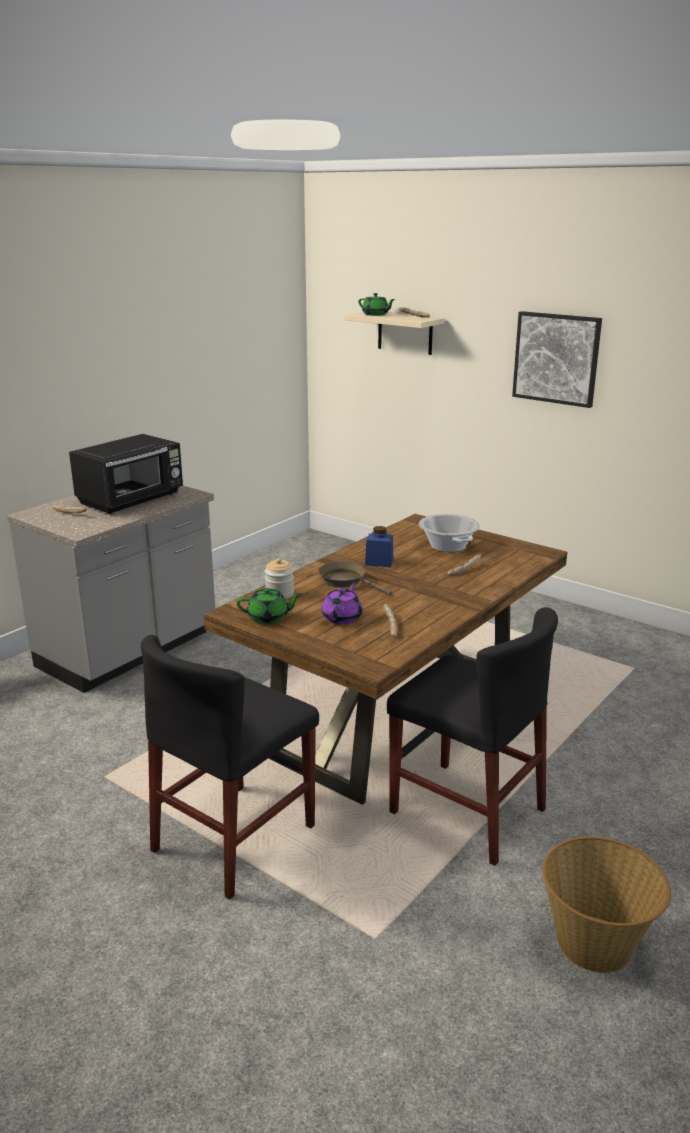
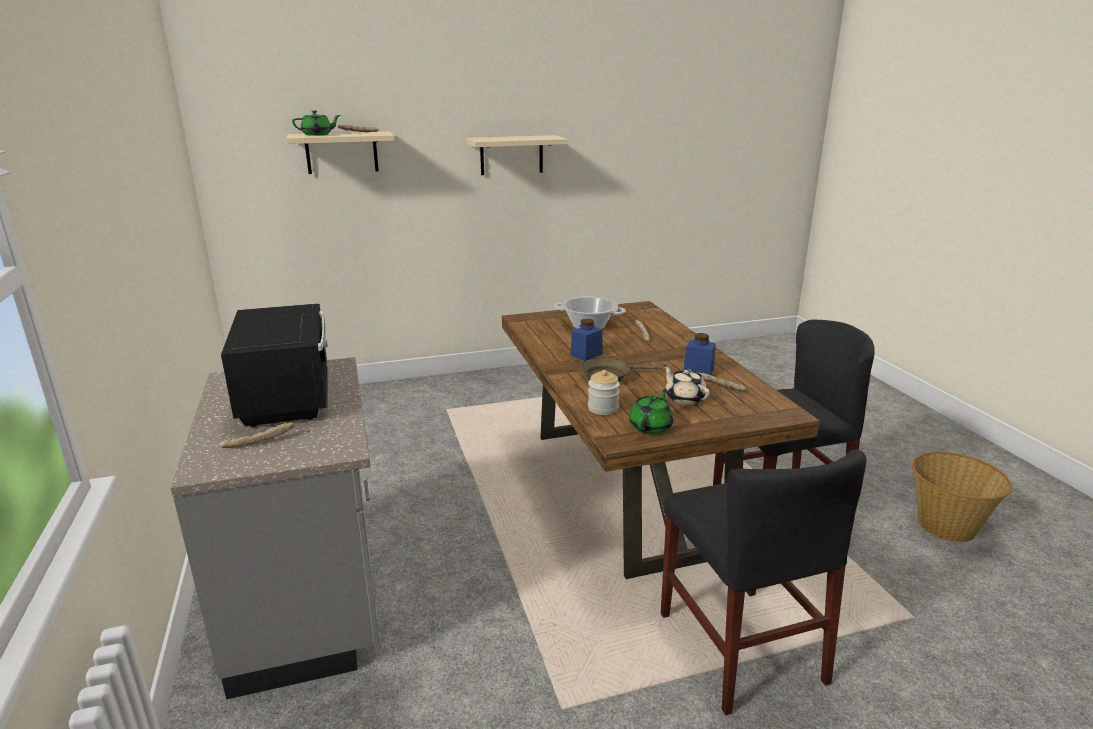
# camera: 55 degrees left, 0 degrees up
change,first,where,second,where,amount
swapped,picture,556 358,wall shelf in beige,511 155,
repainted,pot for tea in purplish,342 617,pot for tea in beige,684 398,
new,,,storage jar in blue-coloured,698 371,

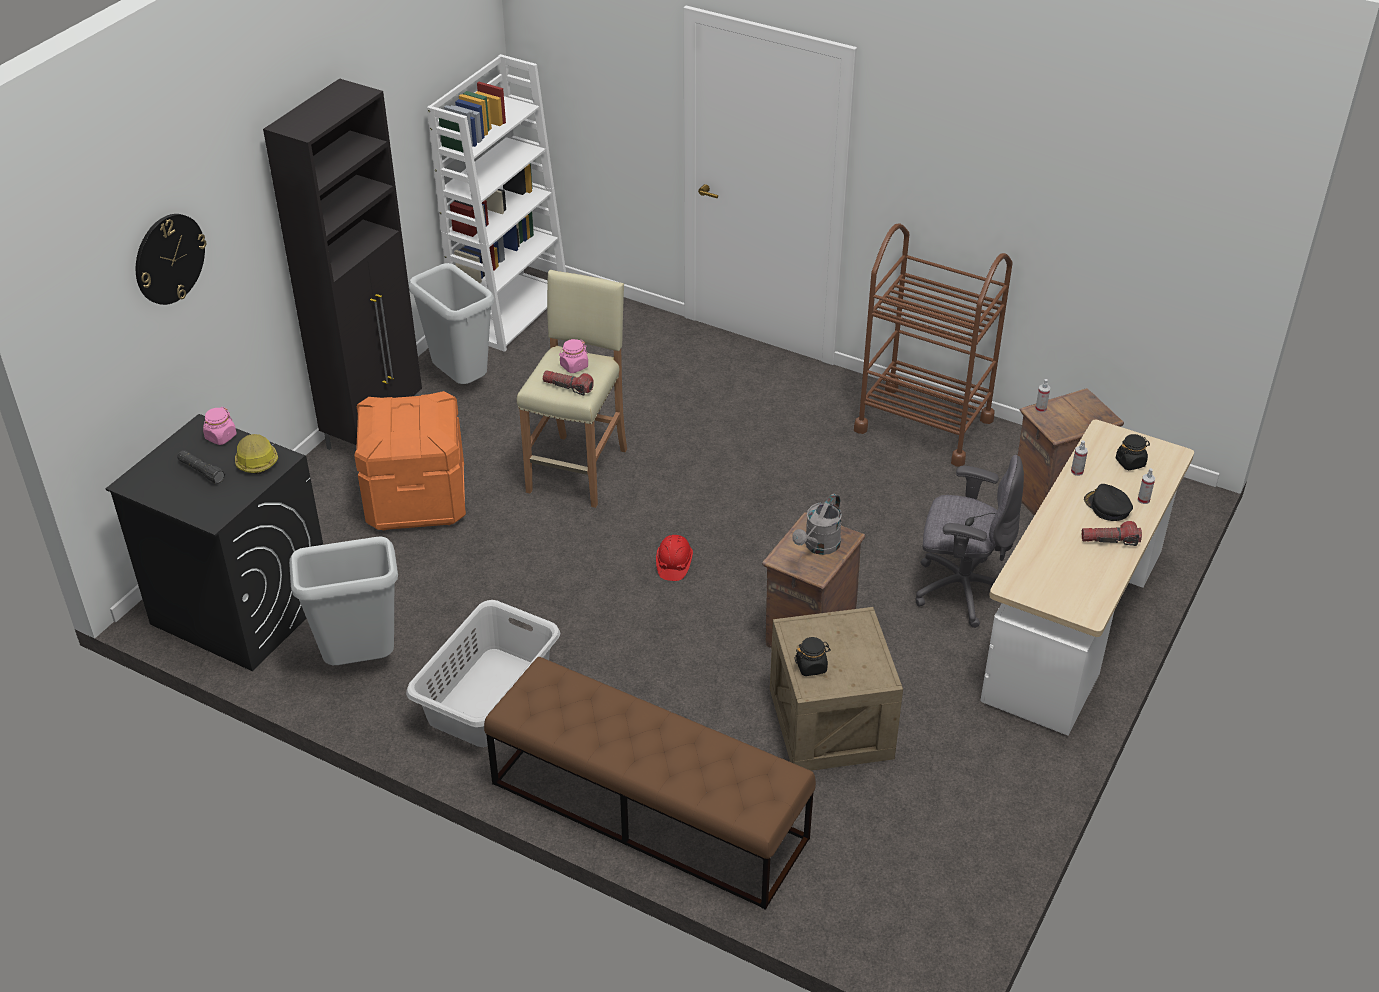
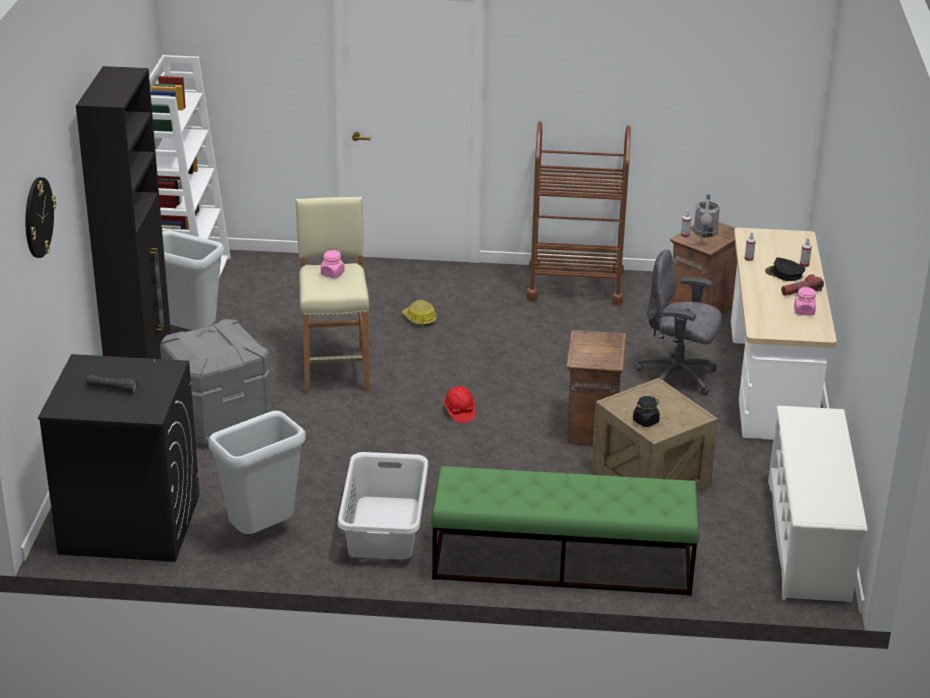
# camera: 25 degrees left, 10 degrees down
change,first,where,second,where,amount
gone,flashlight,568 387,,,
repainted,storage container in orangey,417 500,storage container in gray,219 419,
shifted,storage jar in pinkish,221 437,,804 311,
shifted,safety helmet,256 460,,419 319,
gone,storage jar in black-coloured,1130 462,,,
rotated,office chair in gray,960 589,,678 377,150 degrees counterclockwise
shifted,watering pot in gray,819 547,,705 234,
repainted,indoor bench in brown,647 810,indoor bench in green-coloured,561 563,
new,,,shoe rack in white-coloured,808 540,

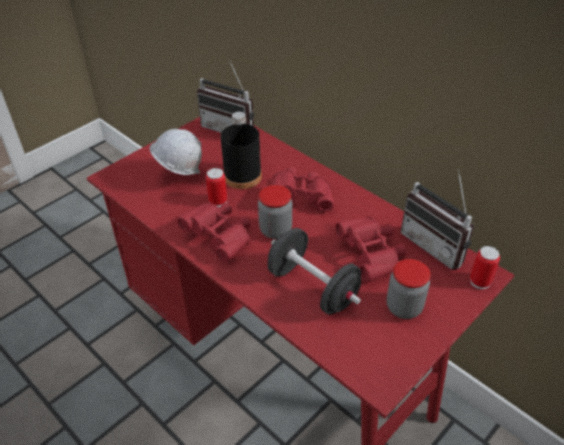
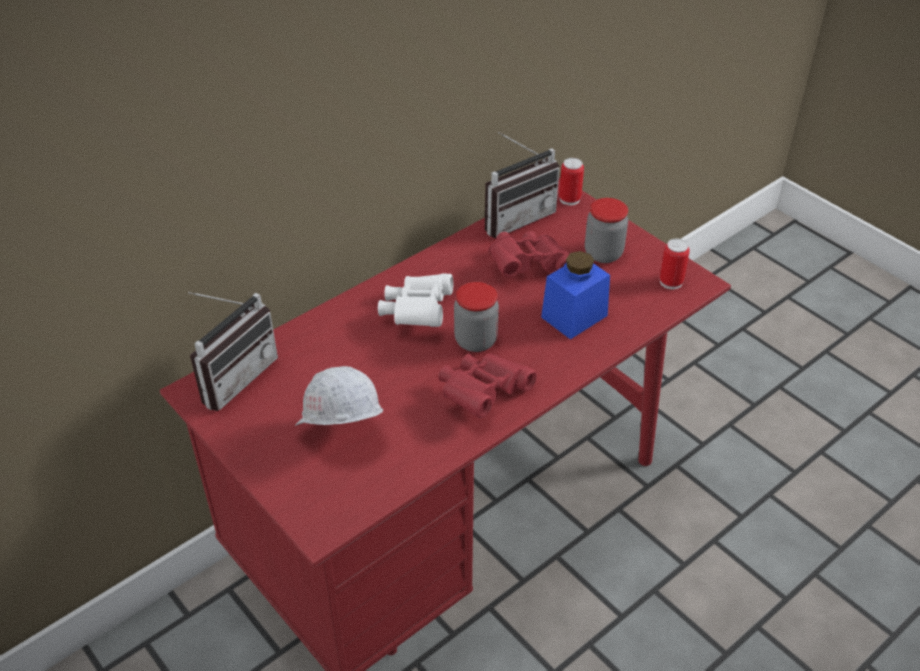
# camera: 85 degrees left, 0 degrees up
change,first,where,second,where,amount
gone,drink bottle in black-coloured,242 176,,,
repainted,pair of binoculars in red,302 197,pair of binoculars in white-coloured,417 312,
shifted,sealed can,218 201,,671 282,
swapped,free weight in black-coloured,313 287,storage jar in blue-coloured,574 316,

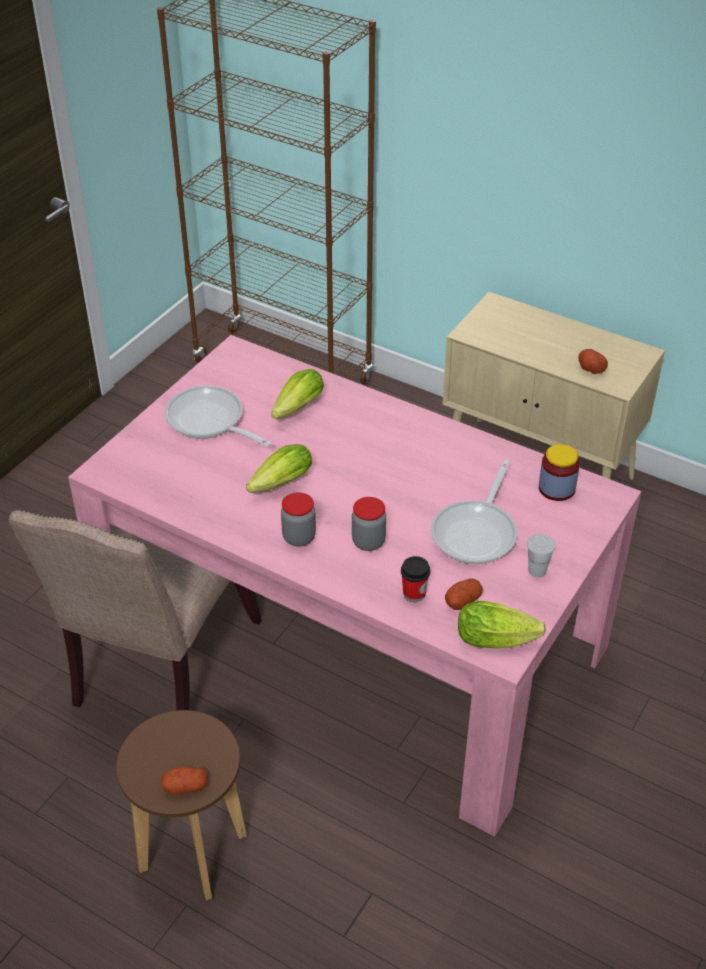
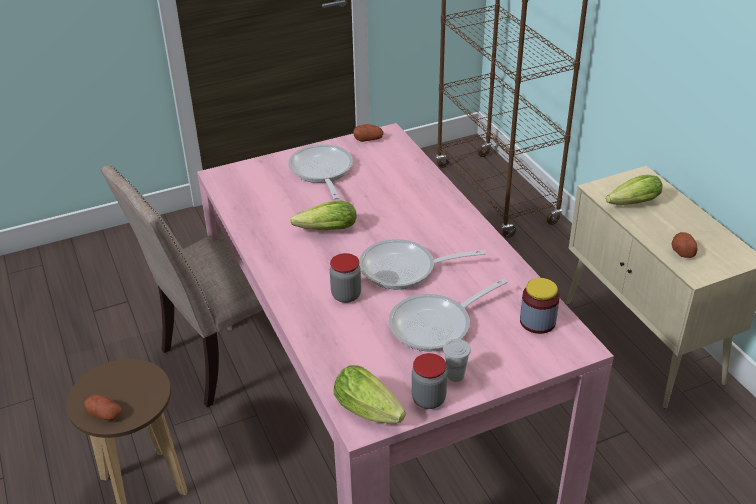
# camera: 35 degrees right, 5 degrees down
change,first,where,second,where,amount
shifted,lettuce,295 410,,630 204,
shifted,storage jar,299 537,,428 399,
gone,drinking cup,414 593,,,
shifted,spud,463 600,,368 139,
new,,,pan,404 269,

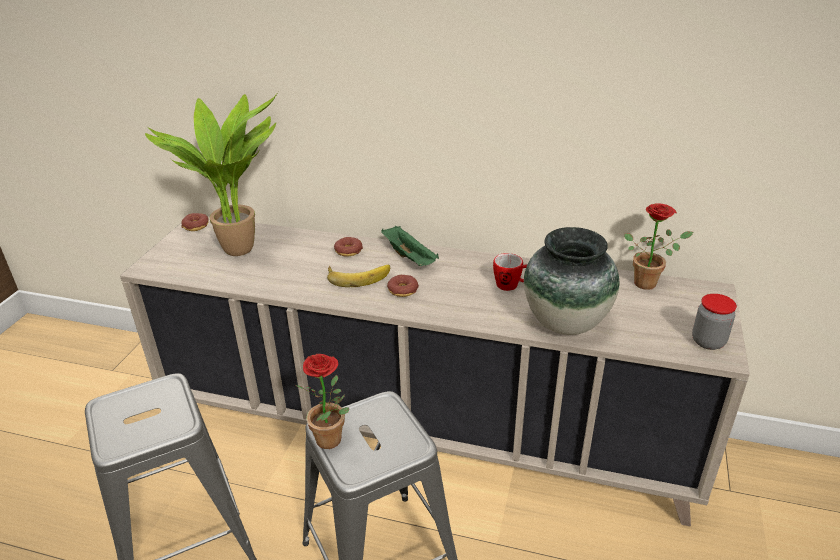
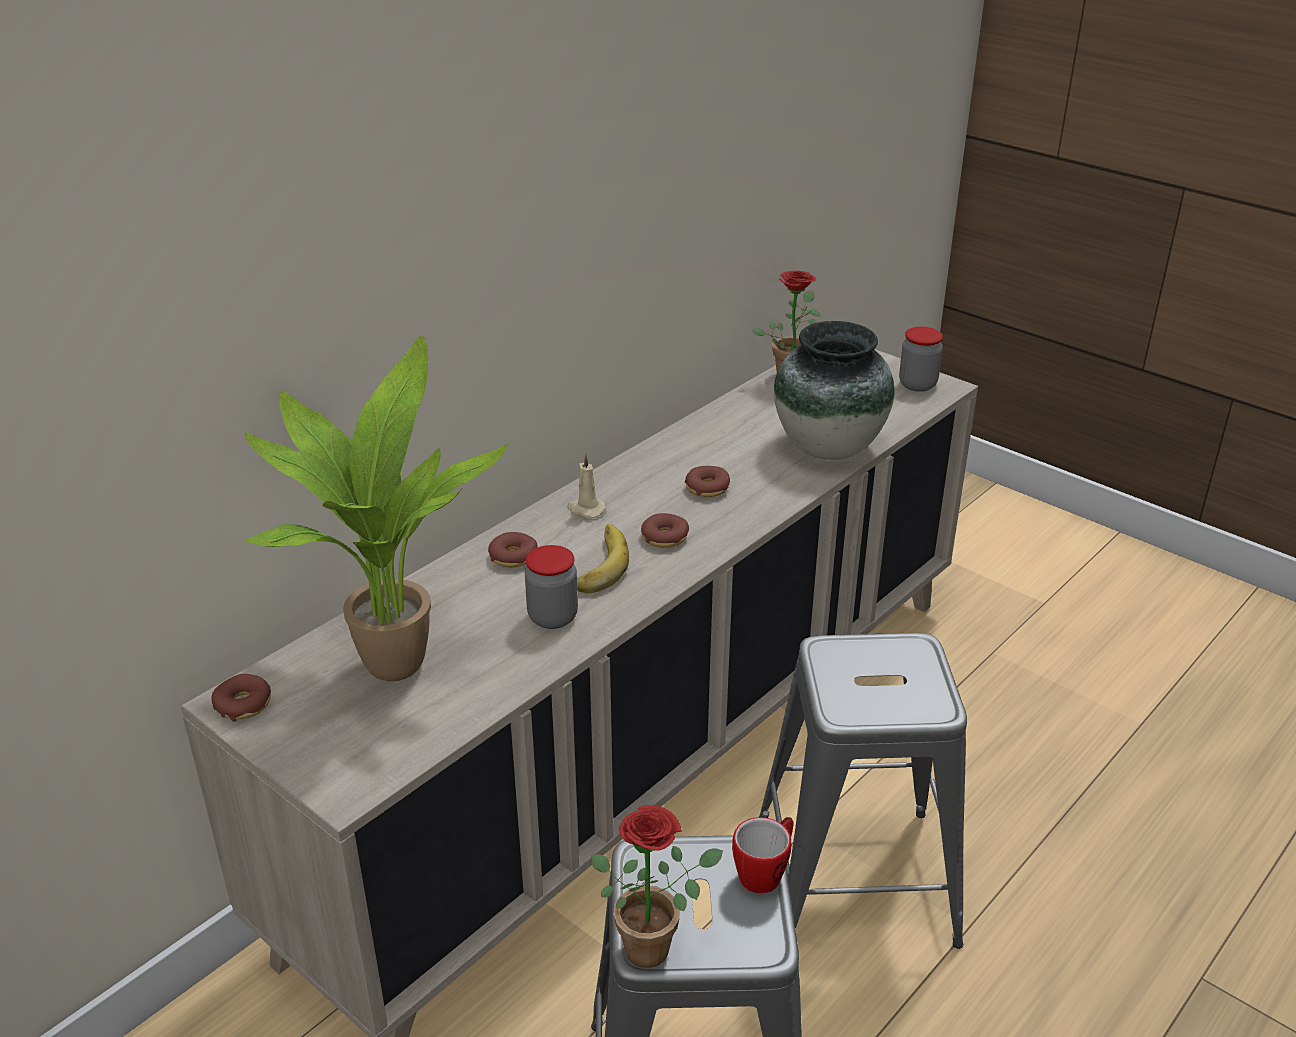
# camera: 65 degrees left, 0 degrees up
change,first,where,second,where,amount
swapped,serving tray in green-coloured,410 258,wax light in beige,585 509,
shifted,tea mug,511 286,,765 872,
shifted,potted plant,333 442,,655 945,
new,,,donut,707 488,
new,,,storage jar,552 617,

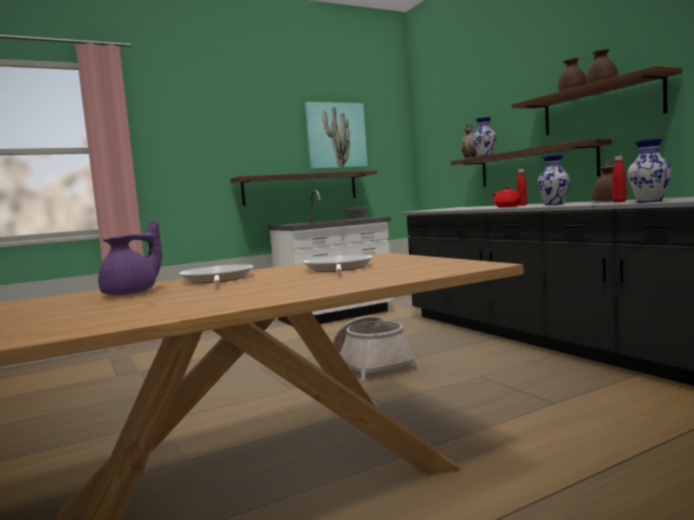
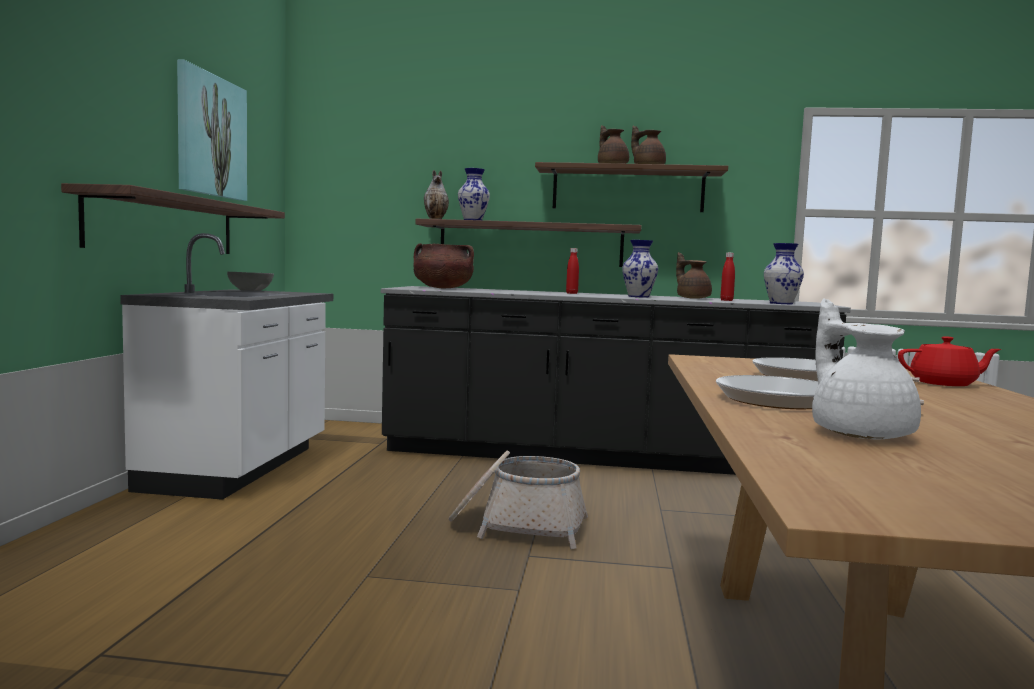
# camera: 55 degrees left, 0 degrees up
change,first,where,second,where,amount
shifted,pot for tea in red,508 207,,945 383,
repainted,pot for tea in purplish,132 293,pot for tea in white-coloured,859 433,
new,,,cooking pot in brown,442 288,

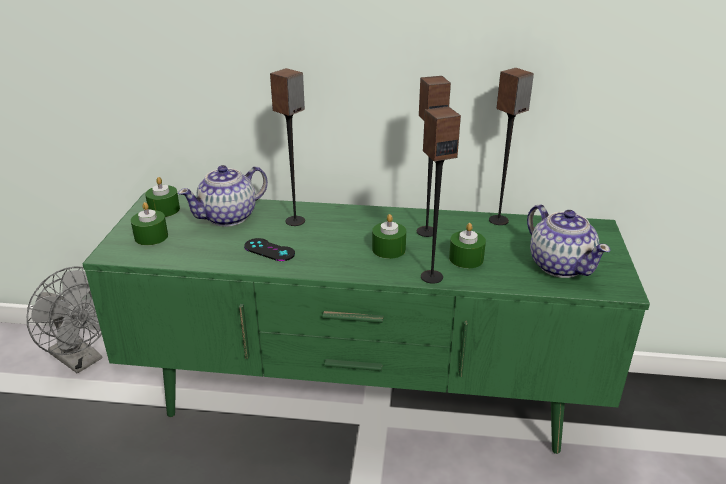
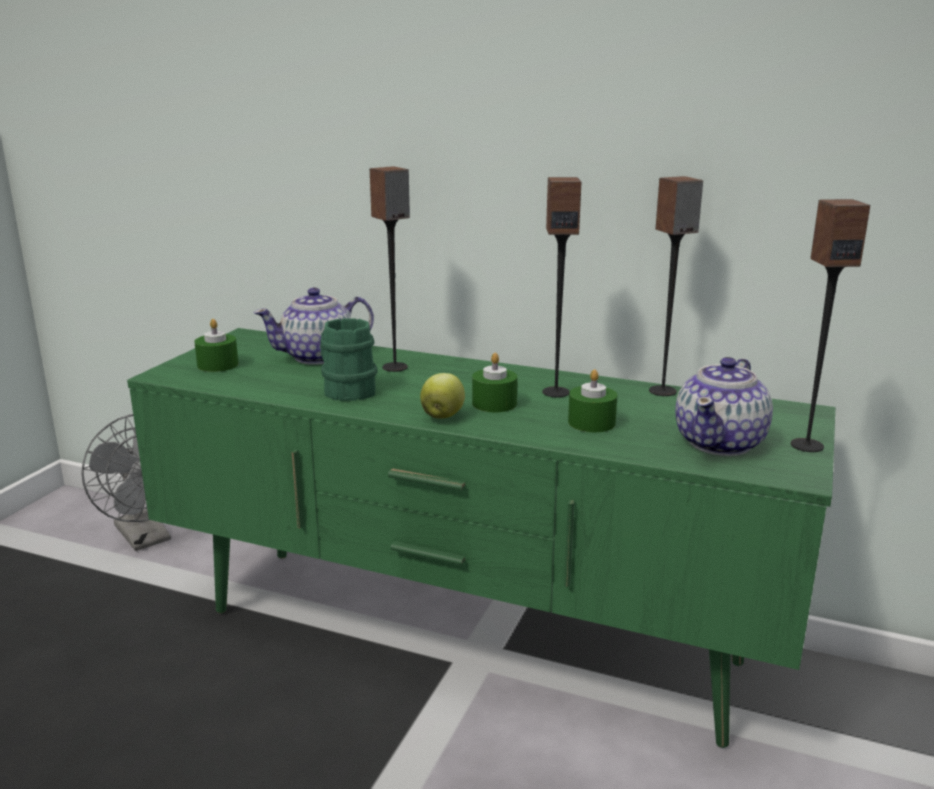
# camera: 15 degrees right, 10 degrees down
change,first,where,second,where,amount
shifted,speaker,431 276,,806 445,
gone,wax light in green-coloured,164 210,,,
rotated,pot for tea,560 265,,721 443,45 degrees clockwise
swapped,game controller in black-coloured,269 250,tea mug in green-coloured,345 389,
new,,,apple fruit,442 416,

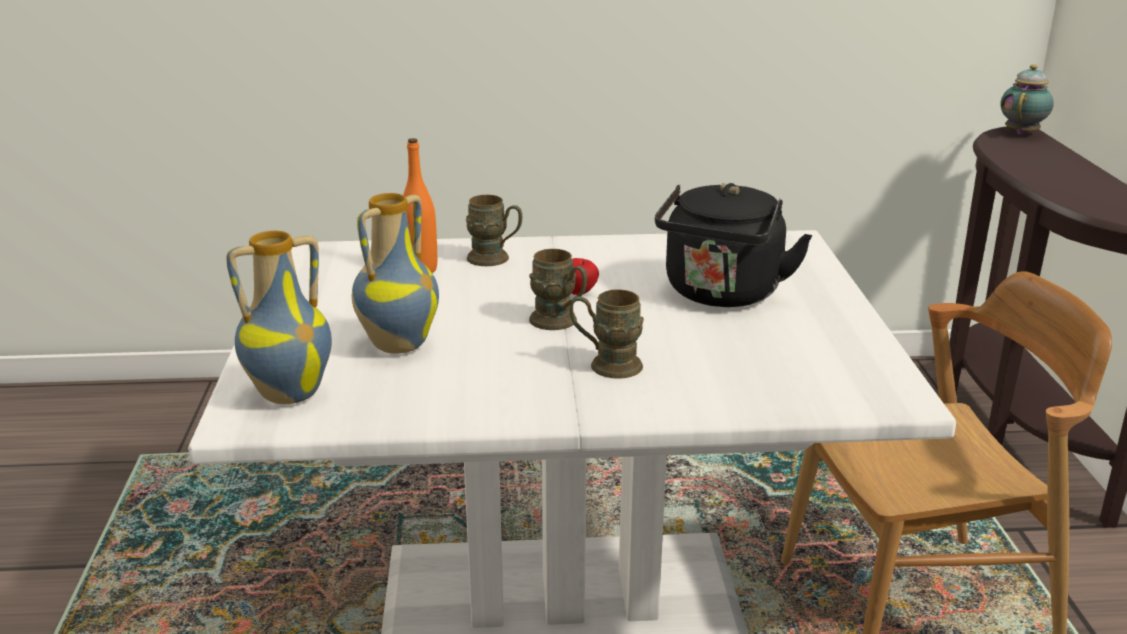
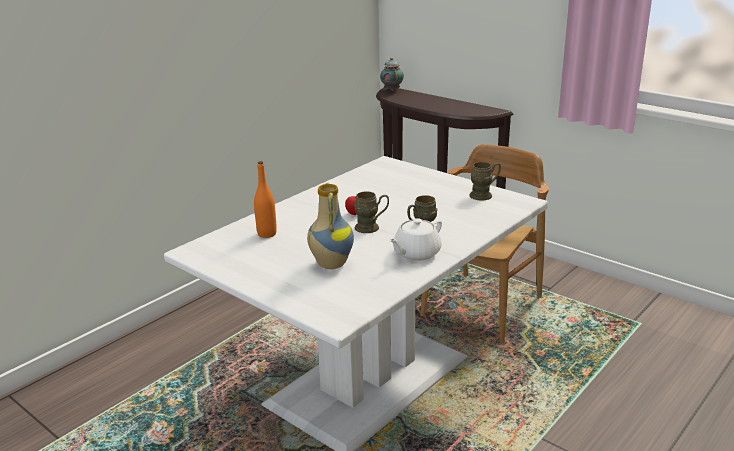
# camera: 45 degrees left, 0 degrees up
change,first,where,second,where,amount
gone,tea kettle in black-coloured,721 295,,,
shifted,tea mug in brown,495 259,,484 195,
gone,vase,290 393,,,
new,,,pot for tea in white-coloured,416 253,

